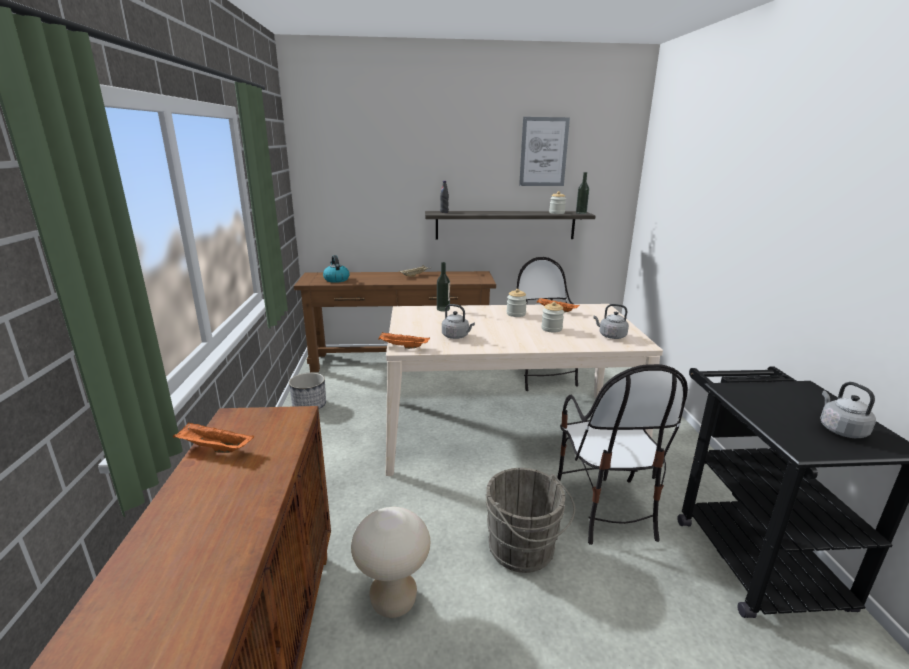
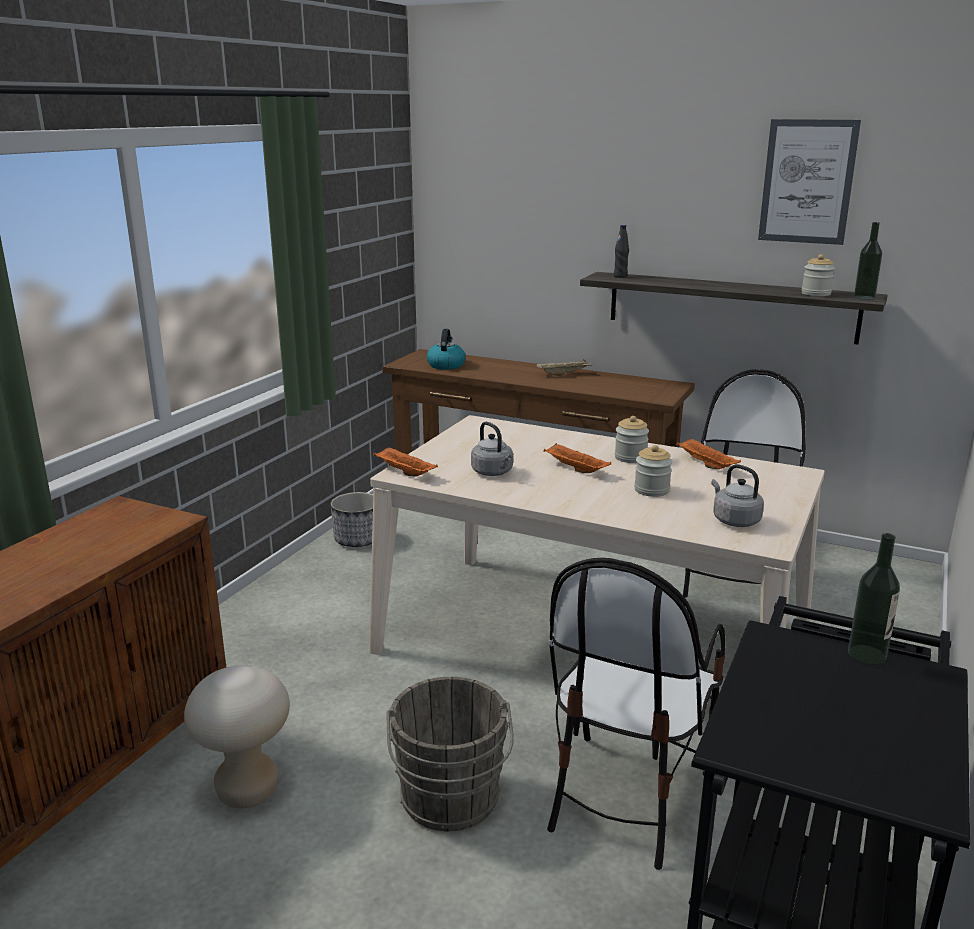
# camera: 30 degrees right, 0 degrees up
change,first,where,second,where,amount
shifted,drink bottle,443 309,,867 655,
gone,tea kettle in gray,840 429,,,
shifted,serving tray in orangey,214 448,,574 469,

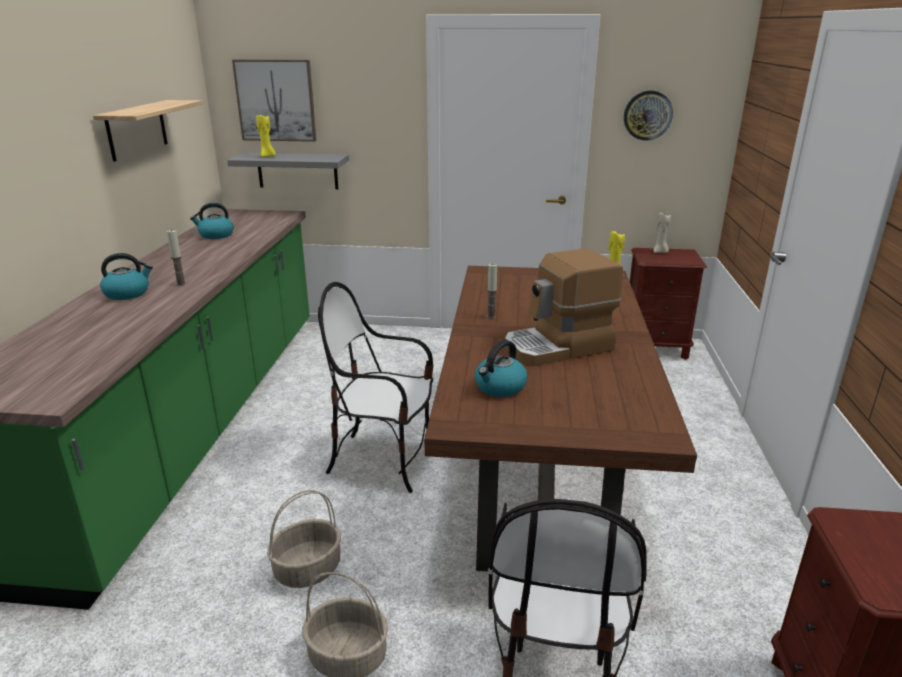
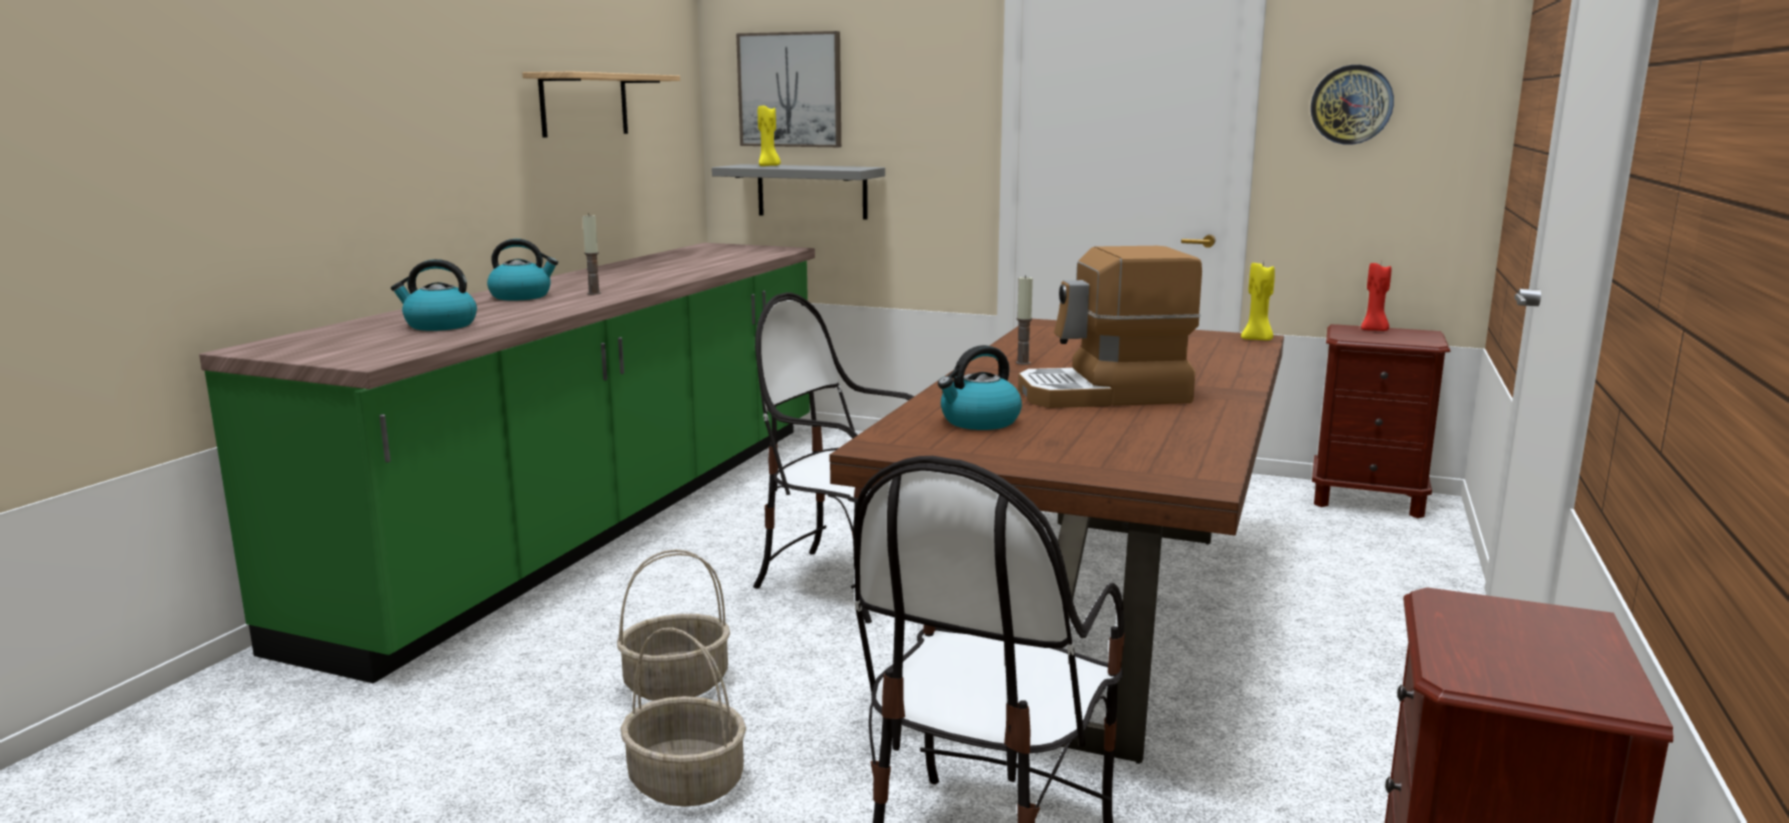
# camera: 15 degrees right, 10 degrees down
change,first,where,second,where,amount
shifted,tea kettle,216 235,,439 325,
repainted,wax light in beige,659 252,wax light in red,1374 330,

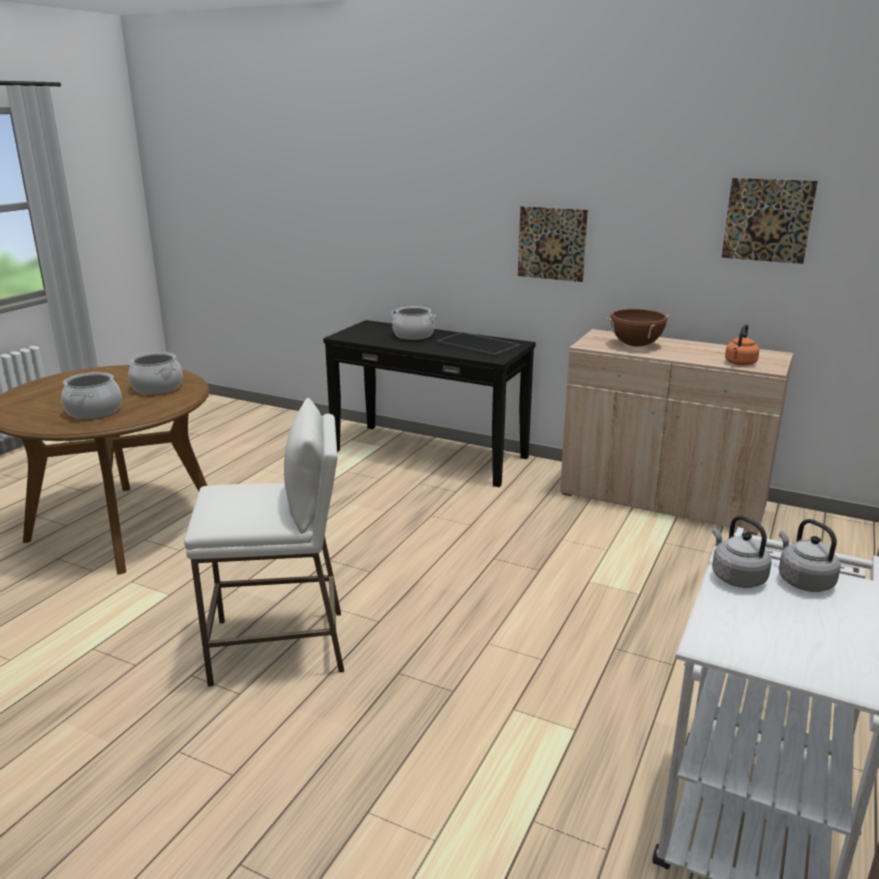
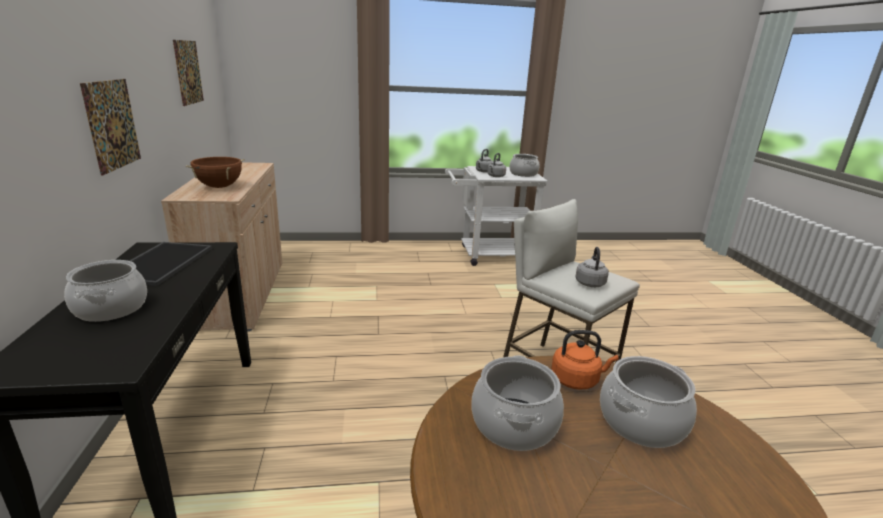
# camera: 125 degrees left, 0 degrees up
change,first,where,second,where,amount
shifted,tea kettle in orangey,740 363,,577 380,
new,,,cooking pot,523 174,
new,,,tea kettle in gray,590 282,

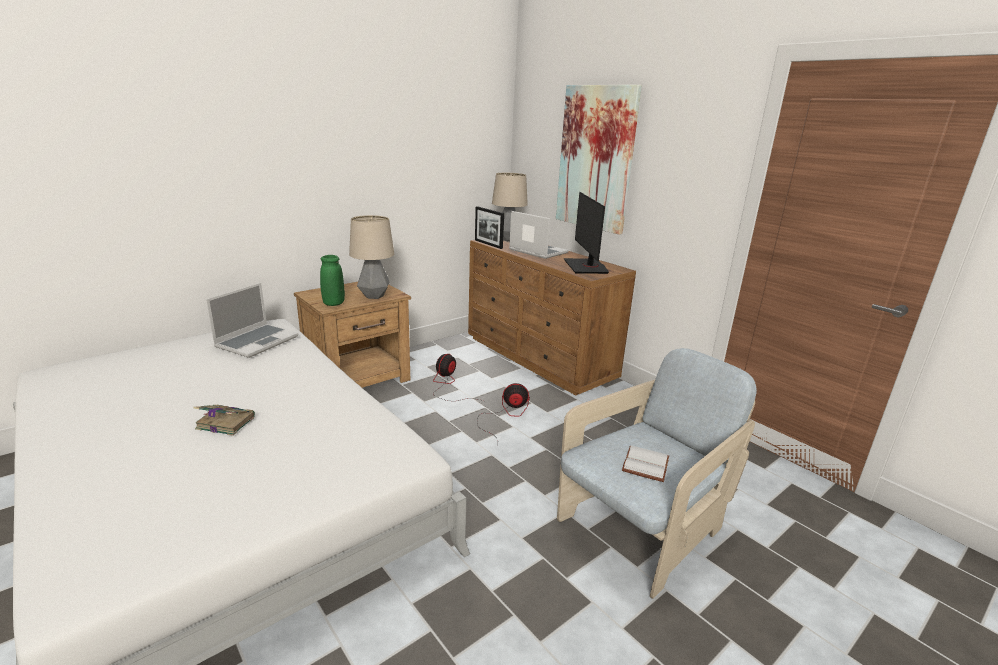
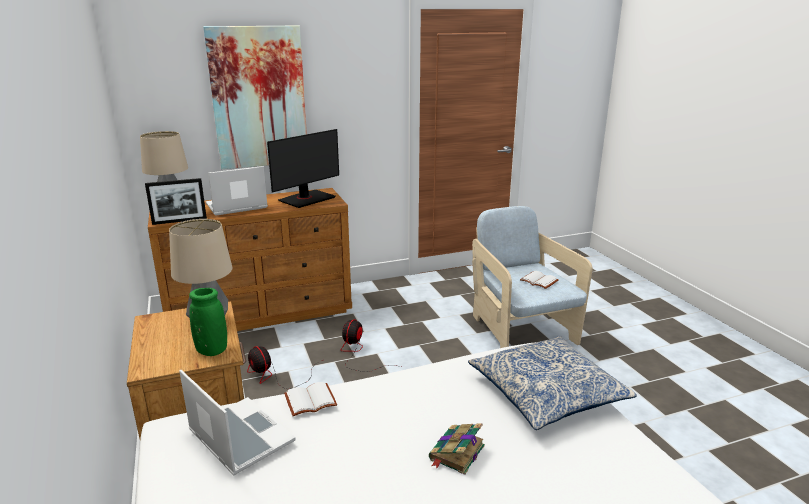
# camera: 70 degrees left, 0 degrees up
change,first,where,second,where,amount
rotated,monitor,586 266,,306 199,60 degrees counterclockwise
new,,,pillow,547 393,
new,,,bound book in white-coloured,310 401,

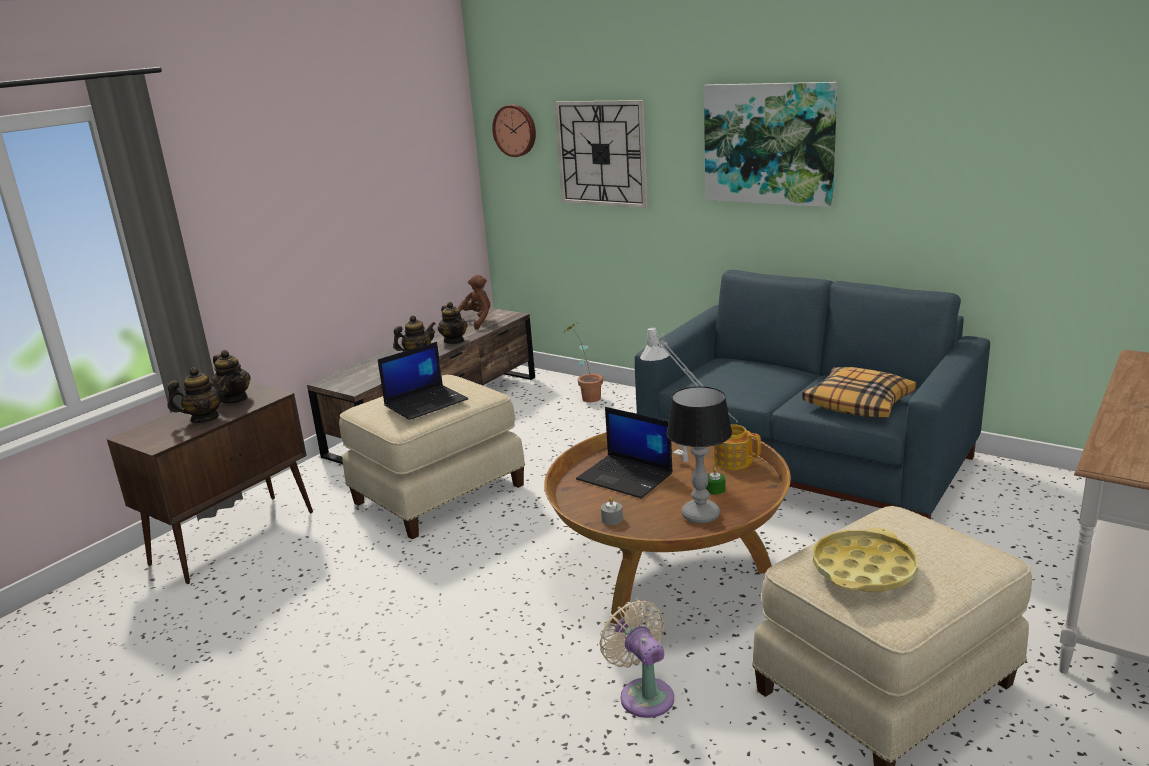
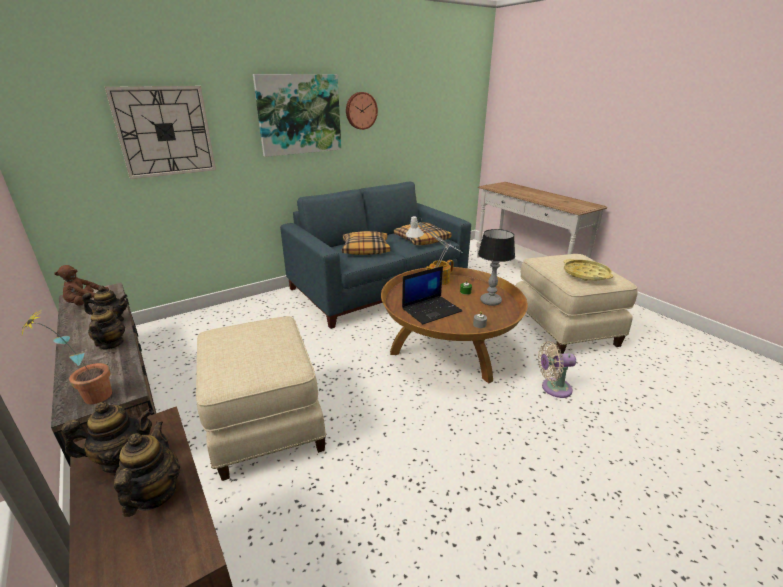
# camera: 70 degrees left, 5 degrees up
change,first,where,second,where,amount
shifted,clock on the wall,515 130,,360 110,
rotated,soft toy in brown,476 321,,88 304,90 degrees counterclockwise
shifted,potted plant,586 397,,88 398,
gone,notebook computer,426 402,,,
new,,,pillow,365 249,

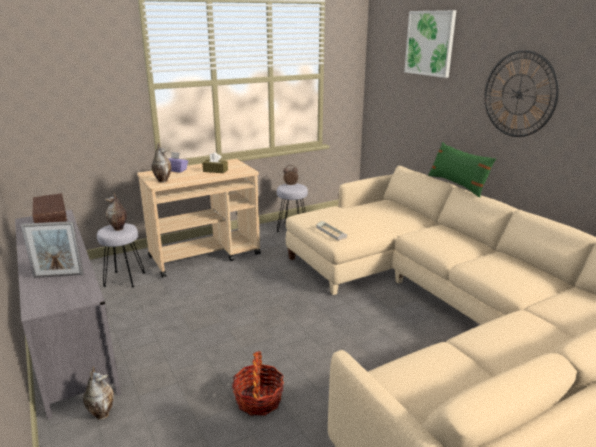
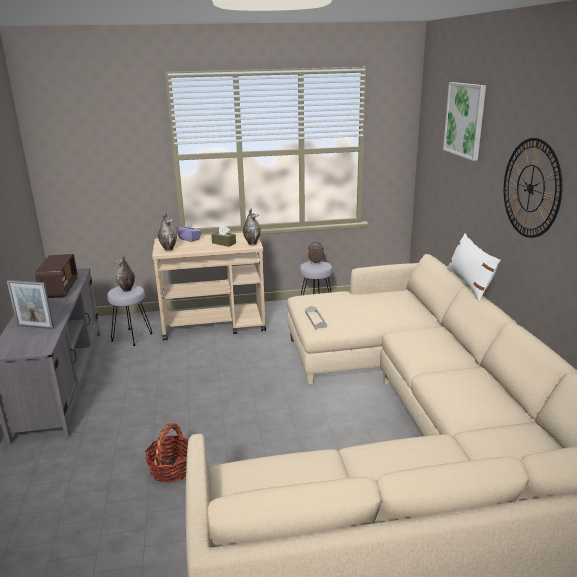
# camera: 20 degrees right, 0 degrees up
change,first,where,second,where,amount
repainted,pillow in green-coloured,457 185,pillow in white-coloured,469 284,
shifted,vase,102 413,,252 243,

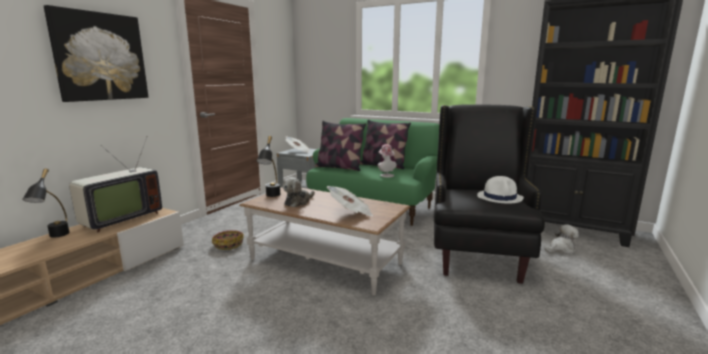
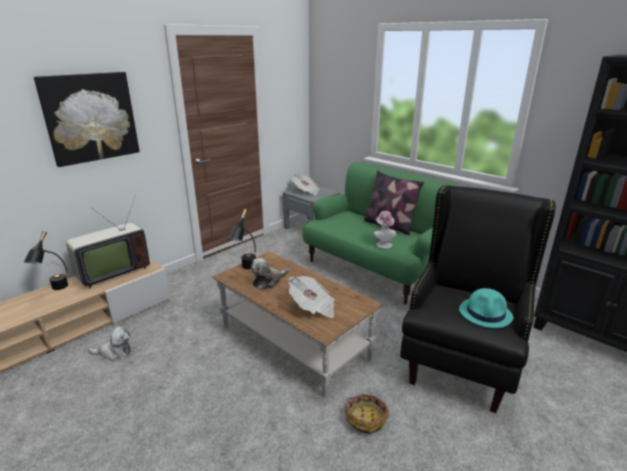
# camera: 15 degrees right, 10 degrees up
change,first,where,second,where,amount
gone,pillow,339 167,,,
repainted,clothing hat in white-coloured,500 197,clothing hat in turquoise,486 313,
shifted,soft toy,561 249,,114 352,
shifted,household basket,228 244,,365 418,

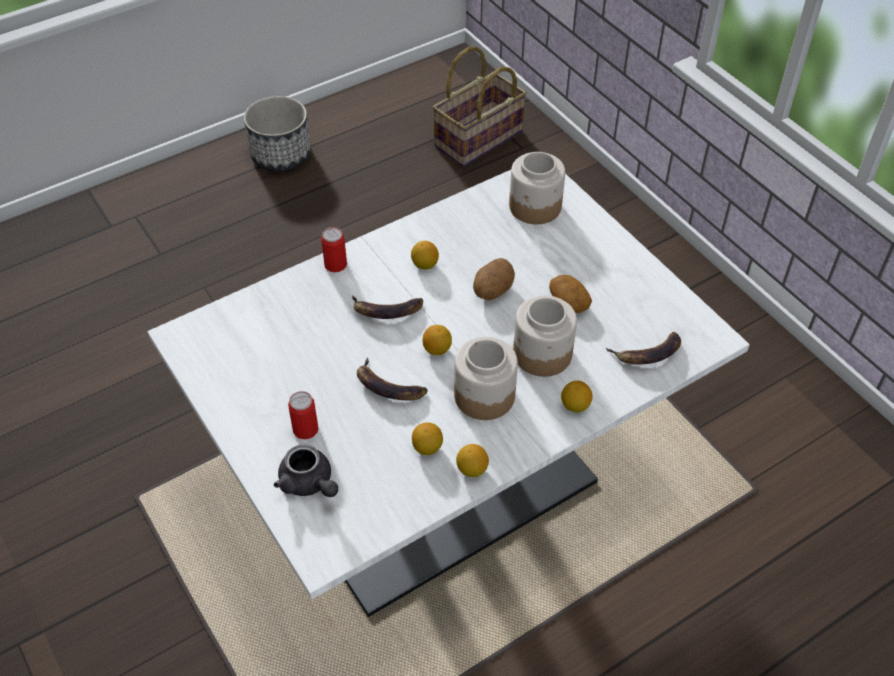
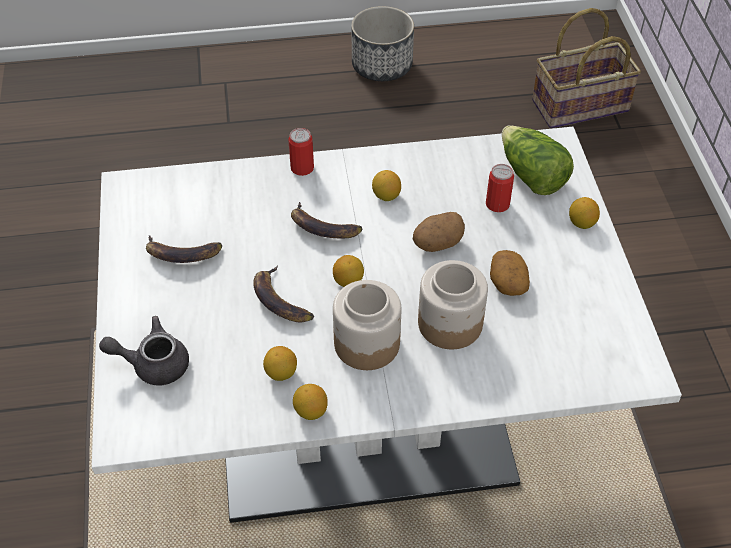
# camera: 25 degrees right, 0 degrees up
change,first,where,second,where,amount
swapped,storage jar,535 207,lettuce,531 175,
shifted,banana,647 354,,181 254,
shifted,citrus fruit,575 406,,581 223,
shifted,sealed can,305 429,,497 204,
rotated,pot for tea in gray,309 483,,153 364,105 degrees clockwise

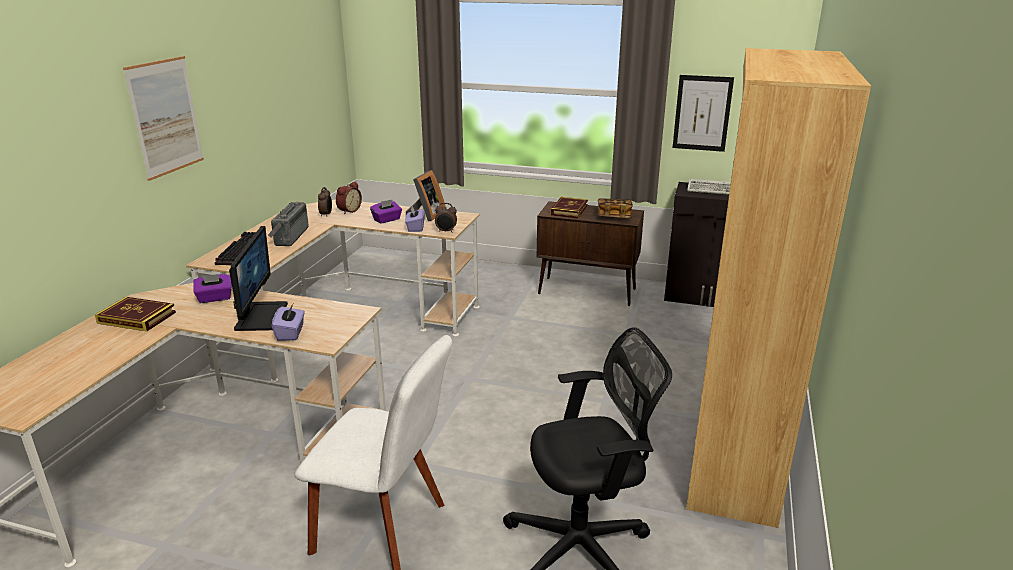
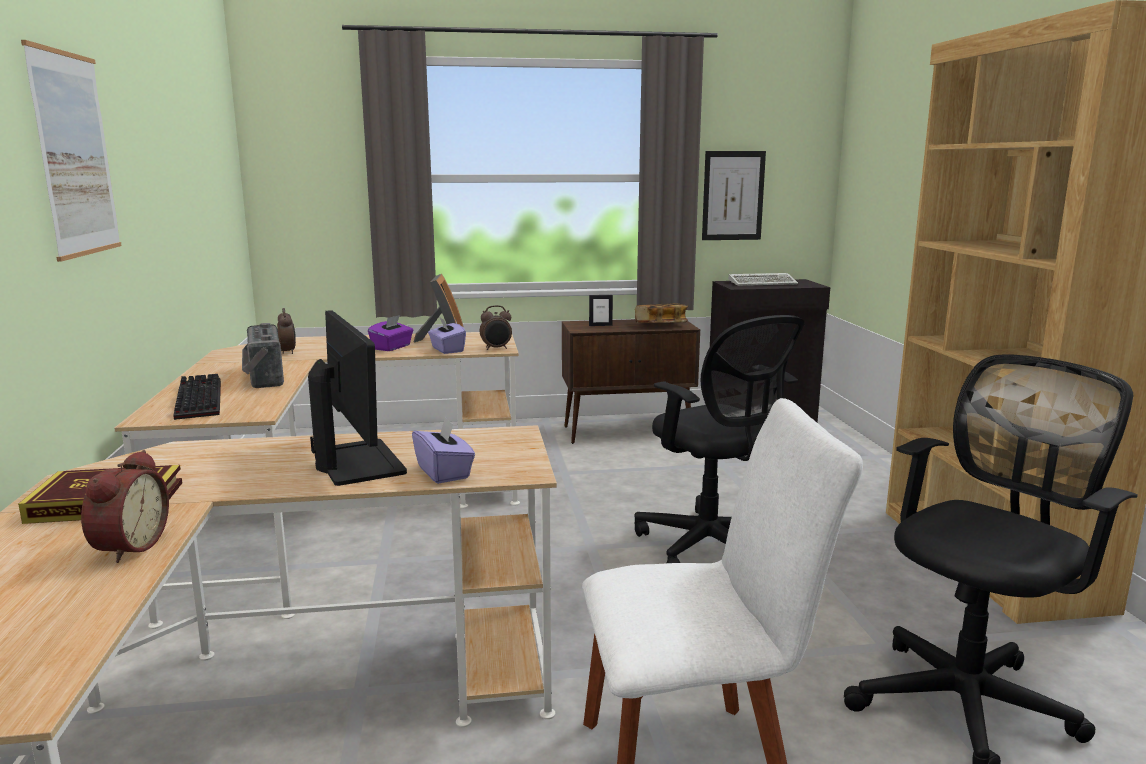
# camera: 25 degrees left, 10 degrees down
change,first,where,second,where,amount
shifted,bedside clock,348 211,,127 547,
swapped,bound book,569 210,standing frame,600 325,
gone,tissue holder in purplish,215 298,,,
new,,,office chair in black-coloured,712 548,

